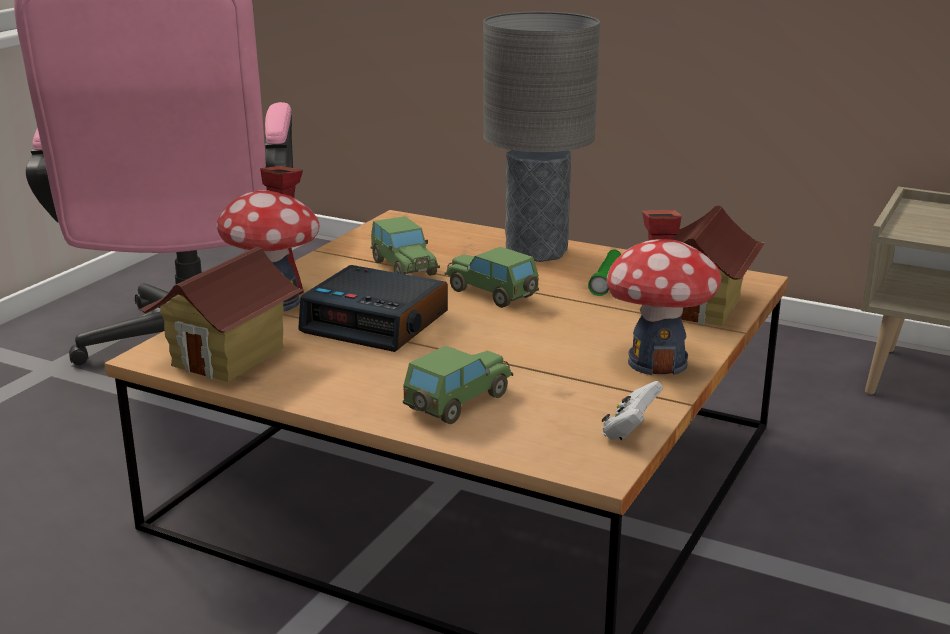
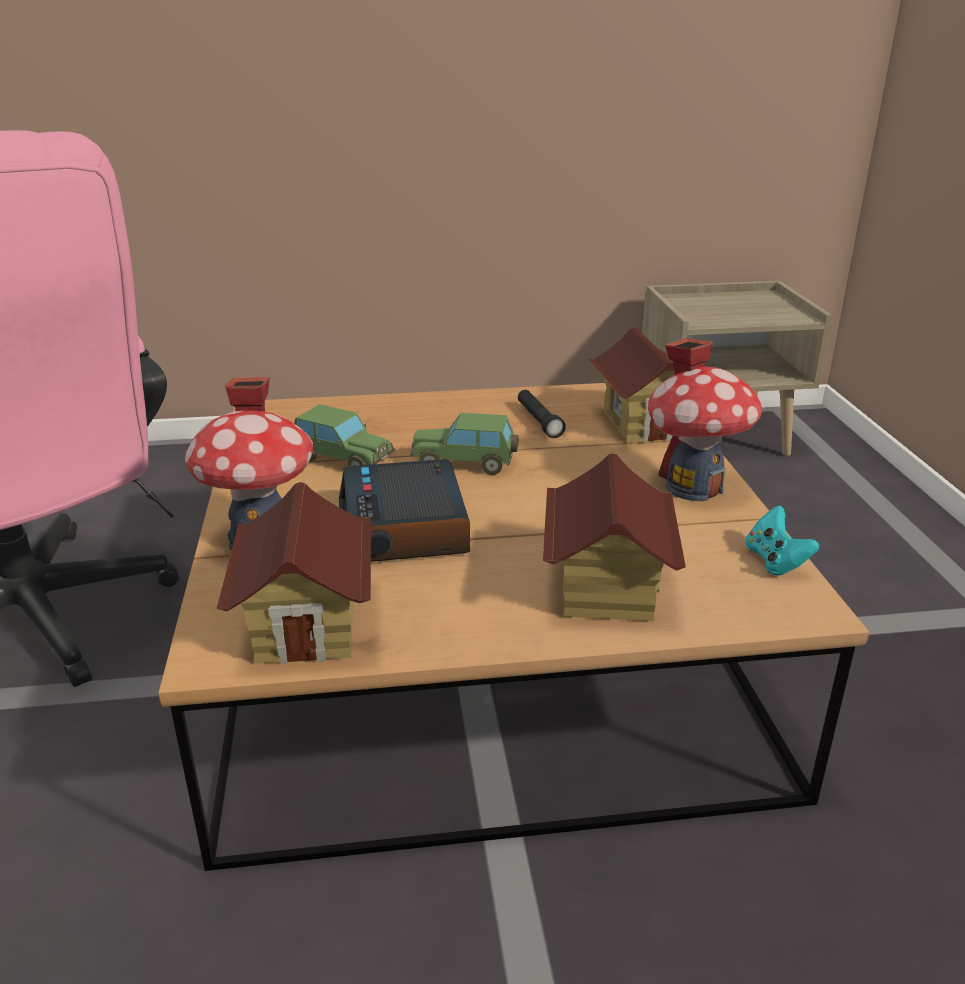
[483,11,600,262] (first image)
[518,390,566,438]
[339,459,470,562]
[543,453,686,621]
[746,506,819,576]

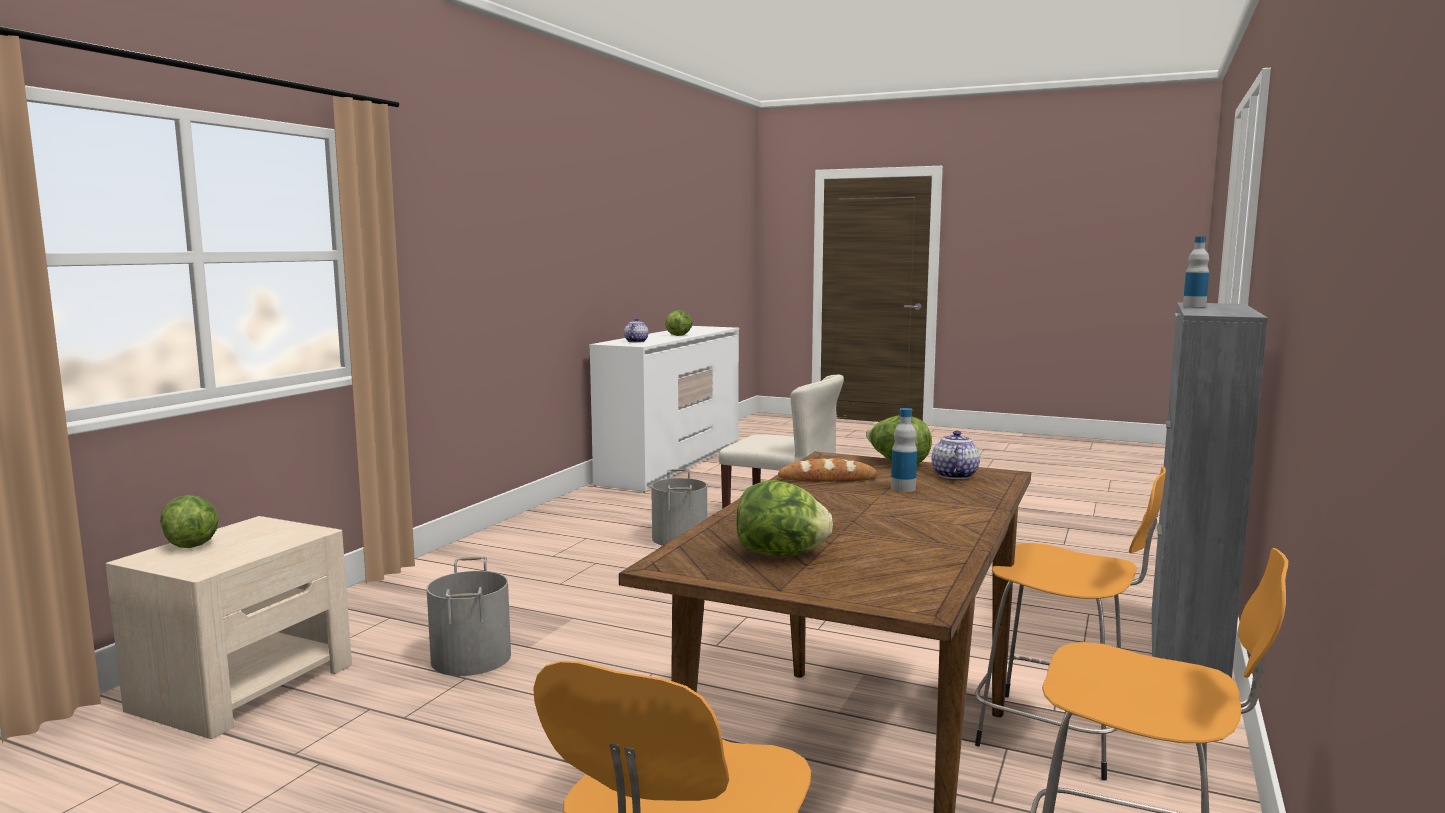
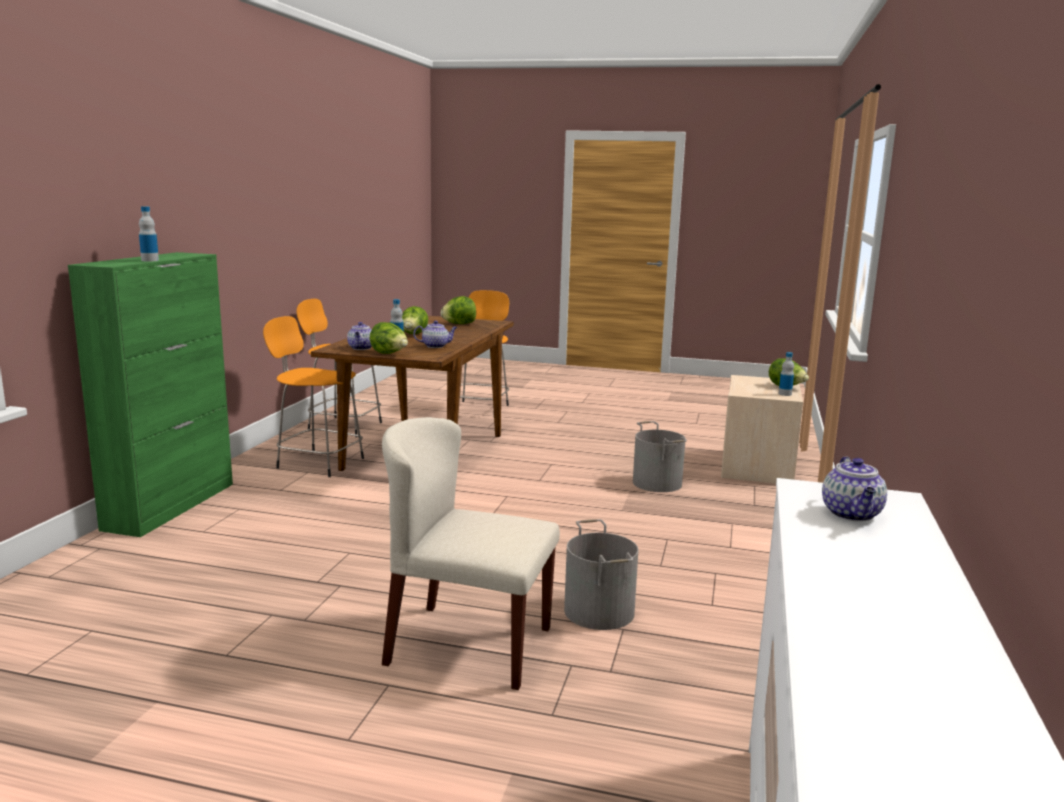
[68,252,233,537]
[402,306,428,334]
[413,321,458,348]
[779,352,794,396]

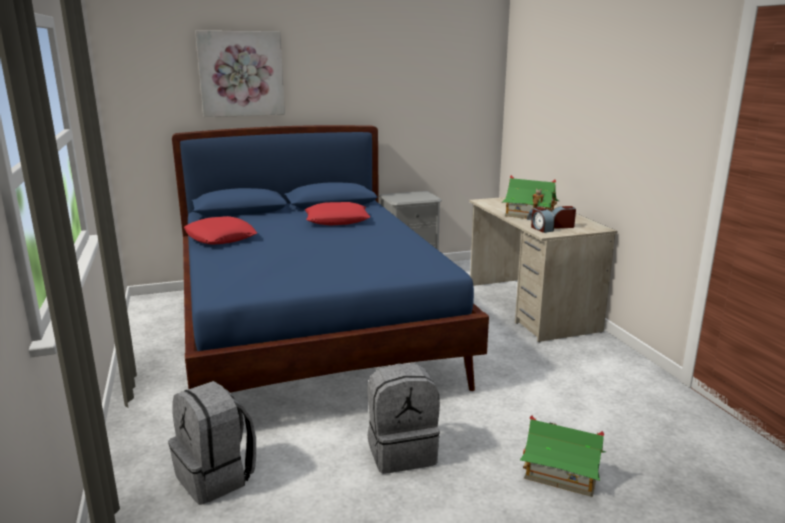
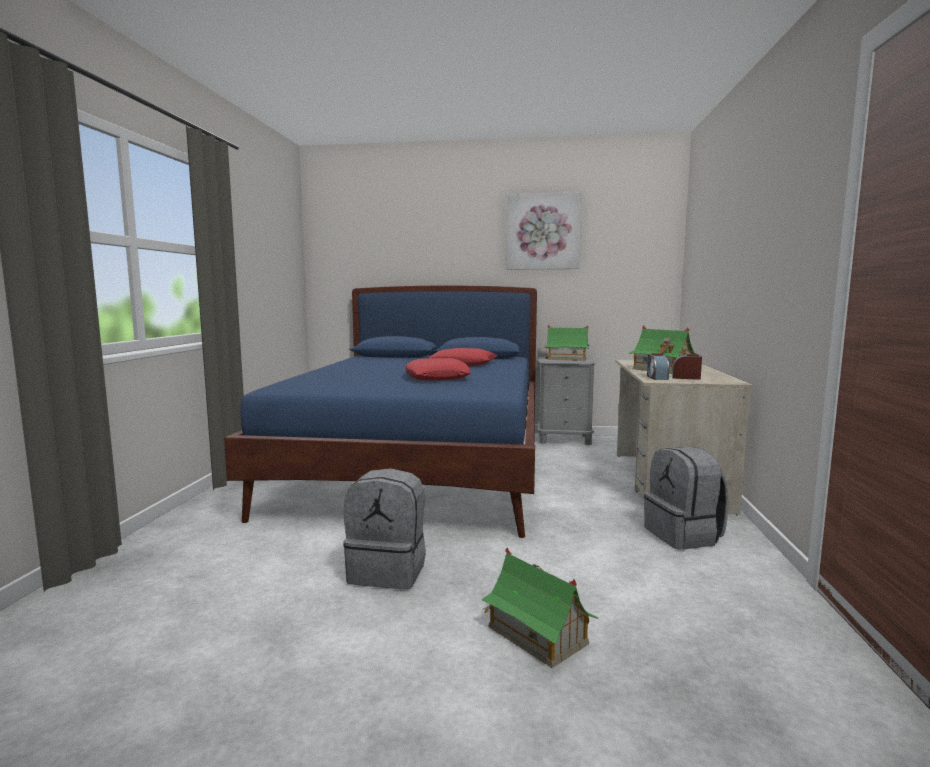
[506,192,582,269]
[406,358,471,381]
[644,447,729,550]
[545,325,590,361]

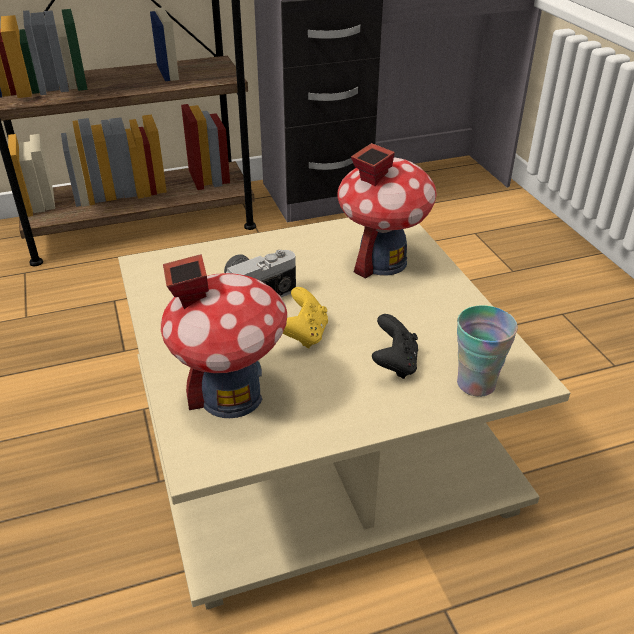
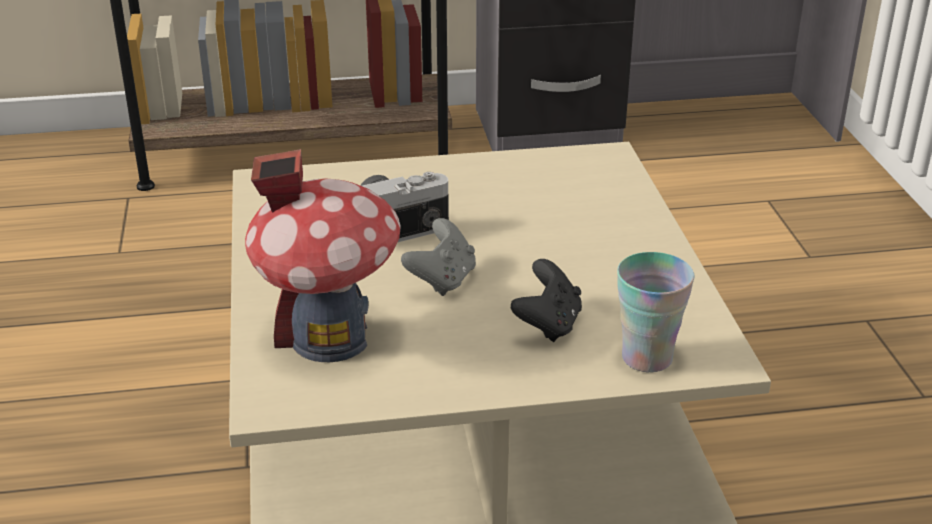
[337,143,437,279] (first image)
[401,218,476,296]

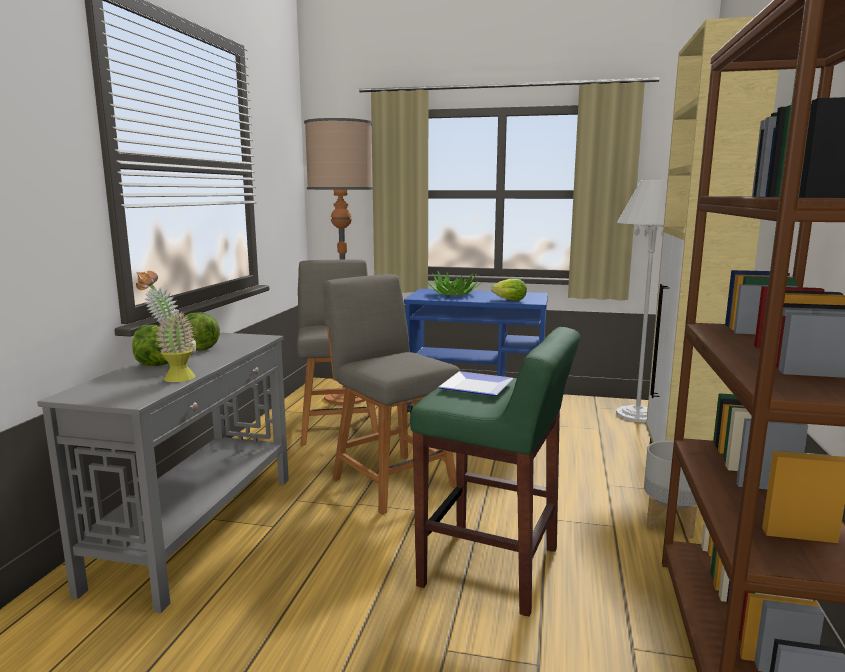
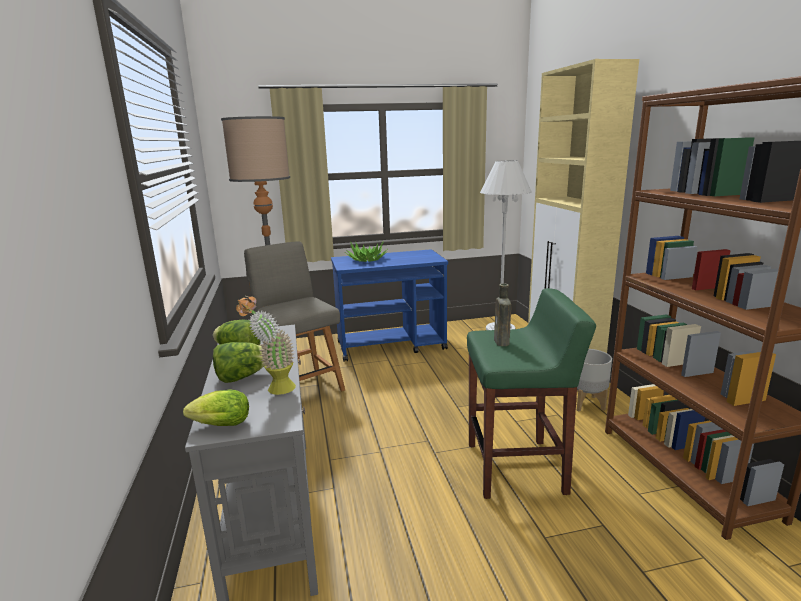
[323,274,460,515] (first image)
[183,390,249,426]
[494,283,511,346]

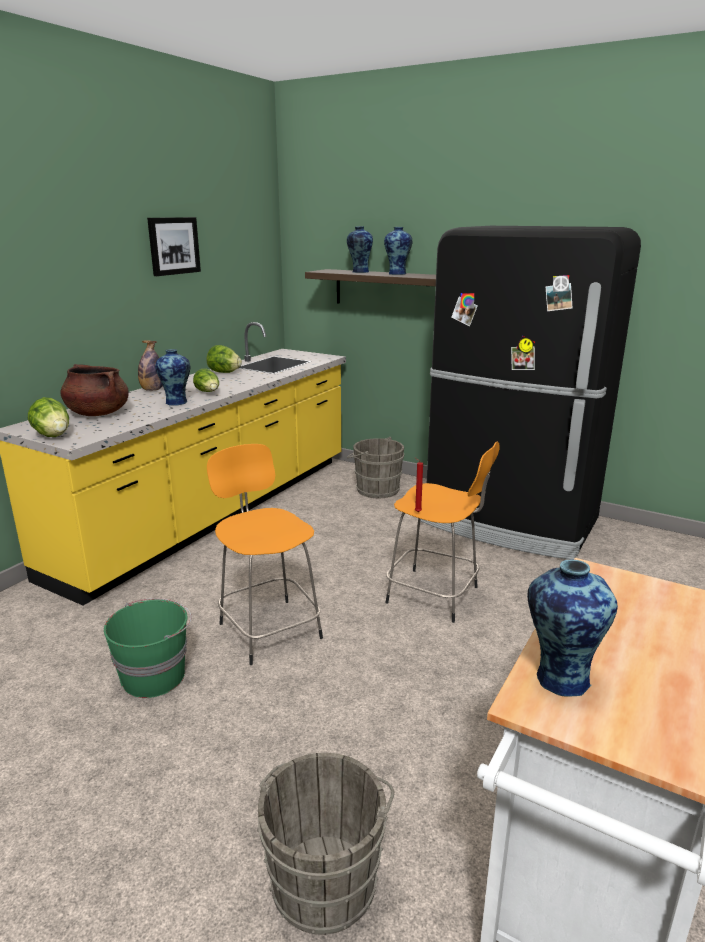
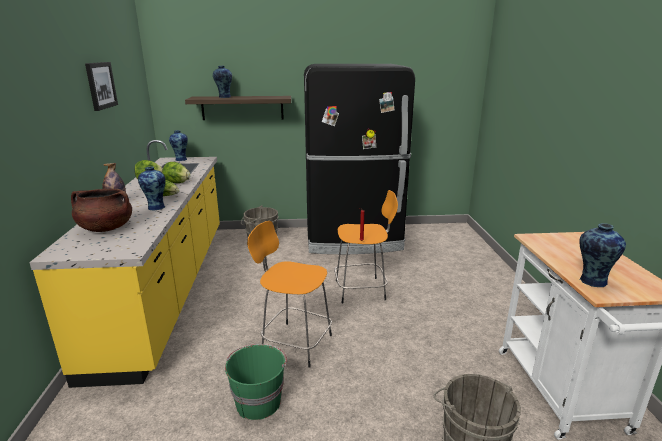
[169,130,188,161]
[162,162,191,183]

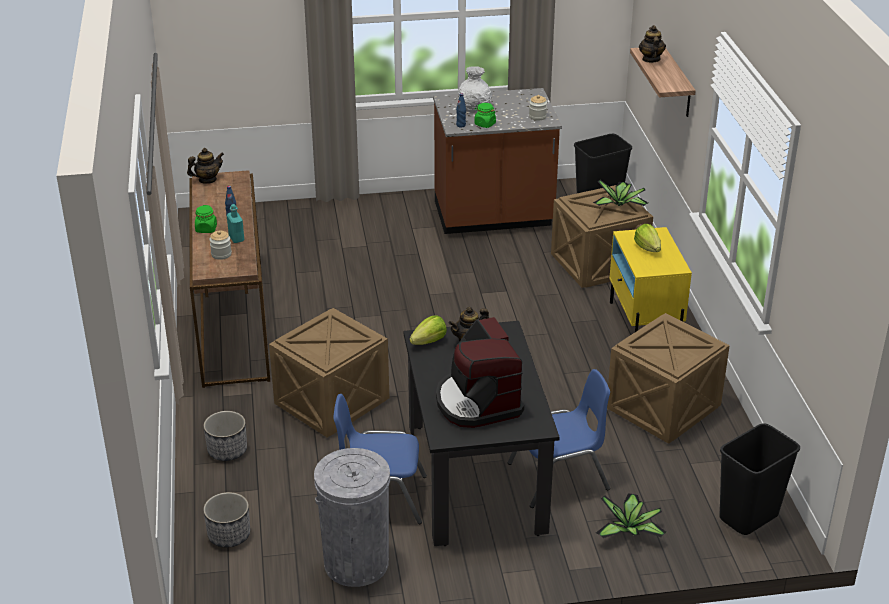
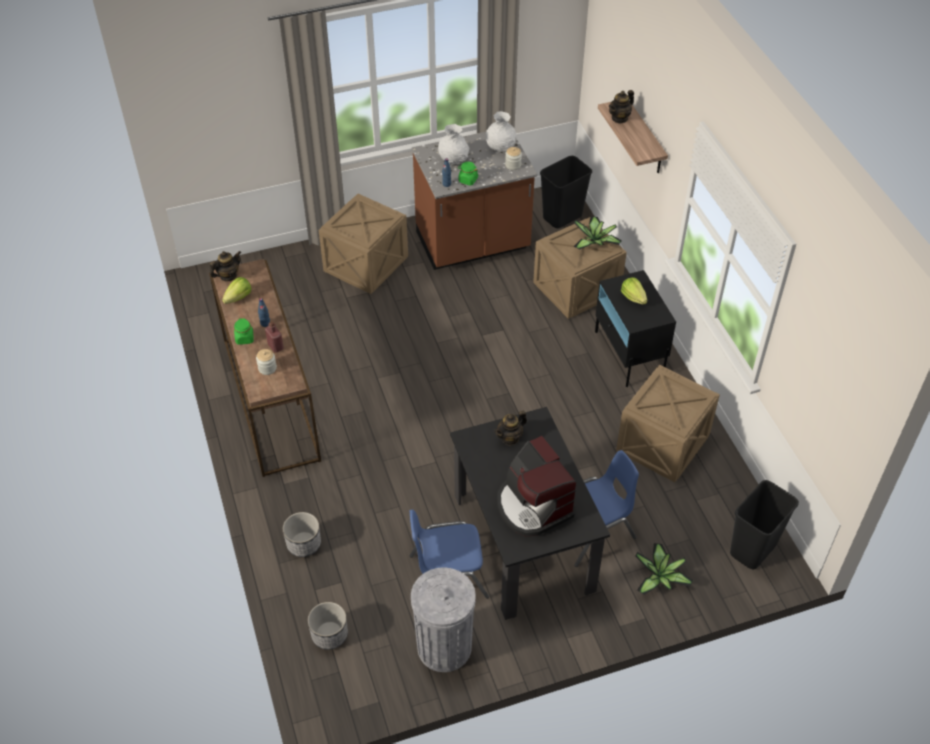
[609,90,634,124]
[265,321,284,353]
[595,270,676,387]
[318,194,408,294]
[222,277,252,304]
[486,111,516,152]

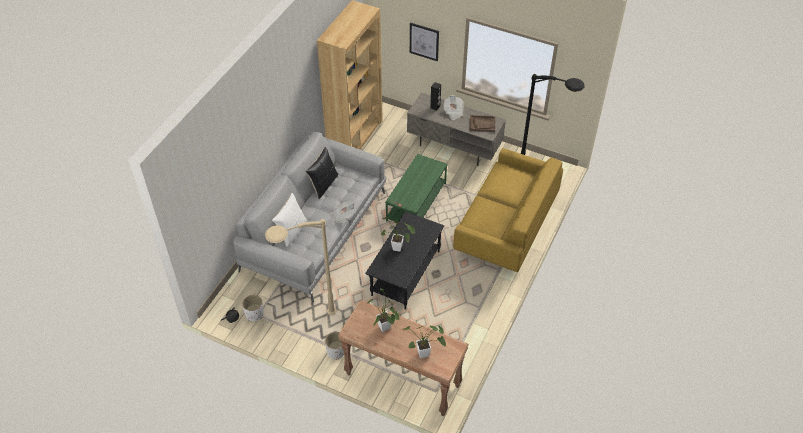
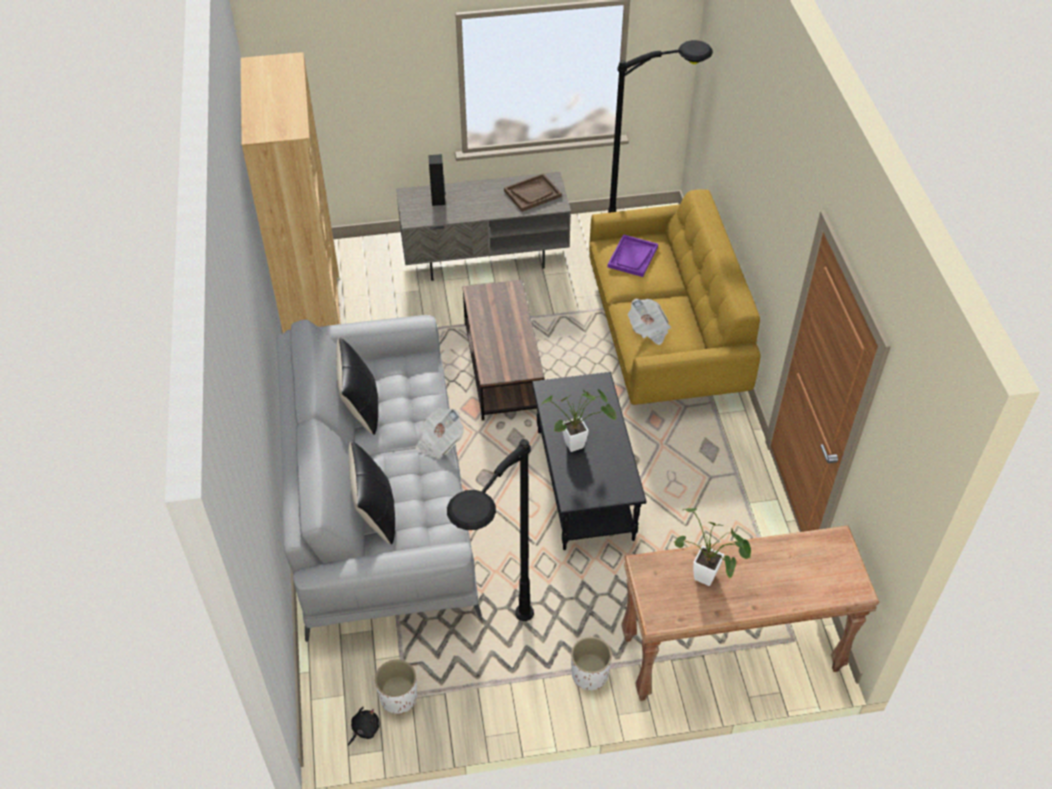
[410,22,439,61] (first image)
[628,299,671,345]
[462,280,544,421]
[348,441,395,545]
[447,439,534,621]
[404,324,446,358] (first image)
[608,234,658,277]

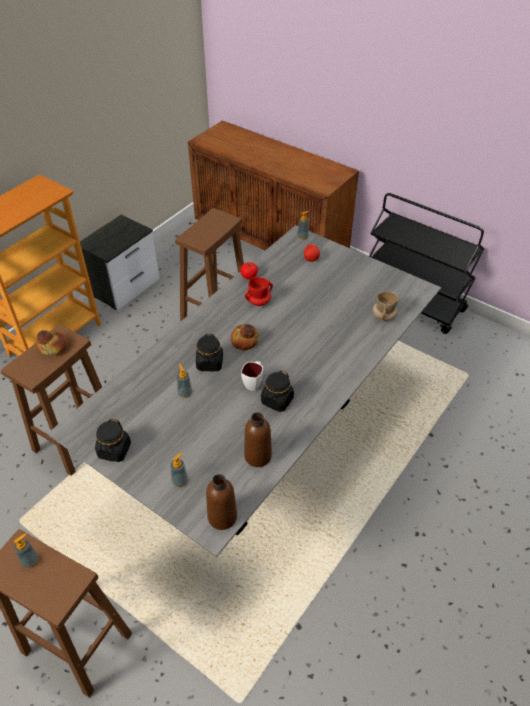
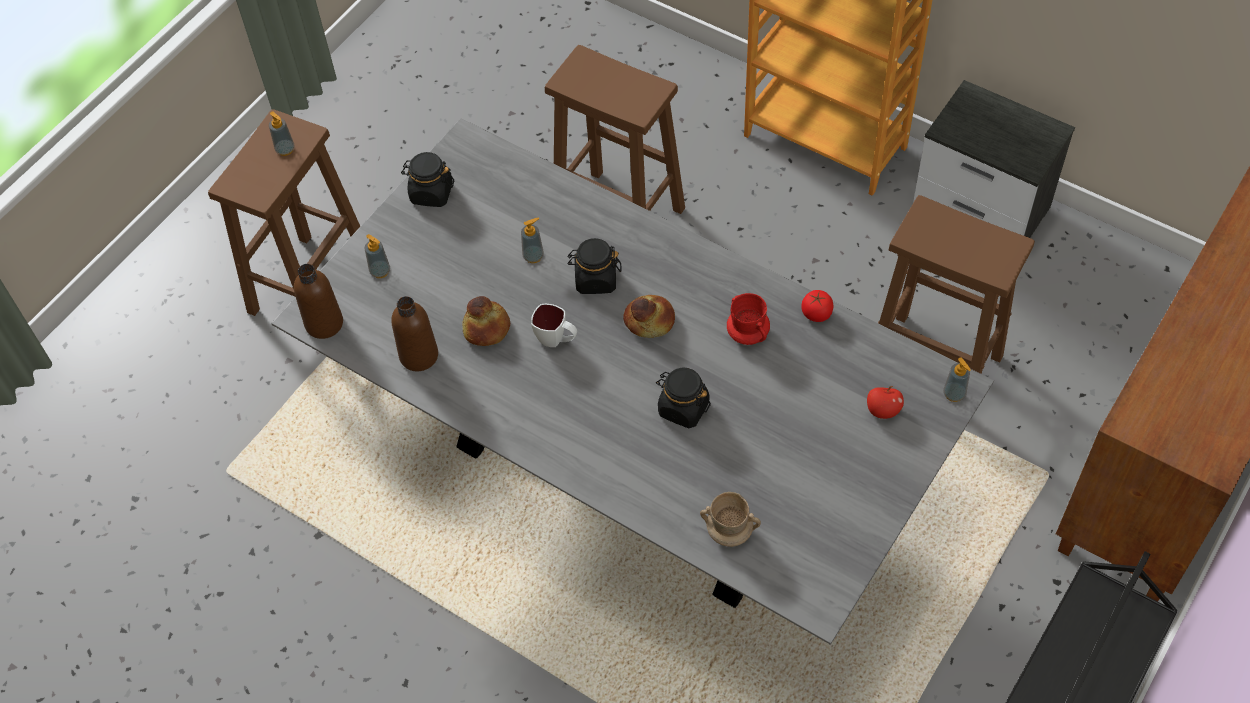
[462,296,510,346]
[656,368,711,428]

